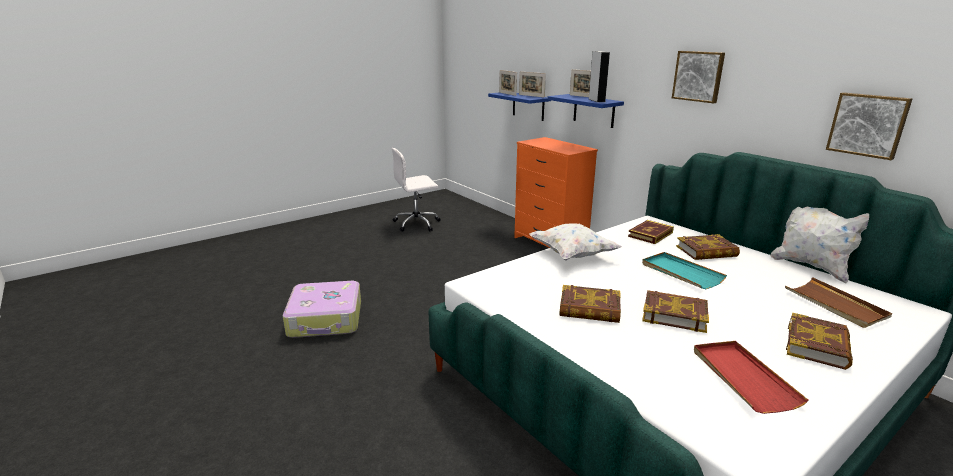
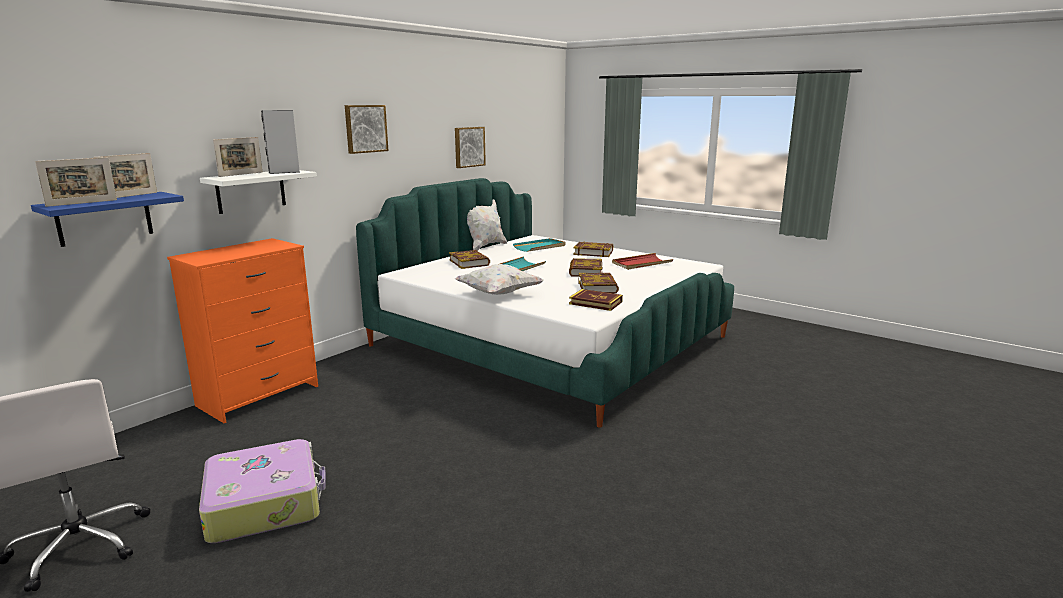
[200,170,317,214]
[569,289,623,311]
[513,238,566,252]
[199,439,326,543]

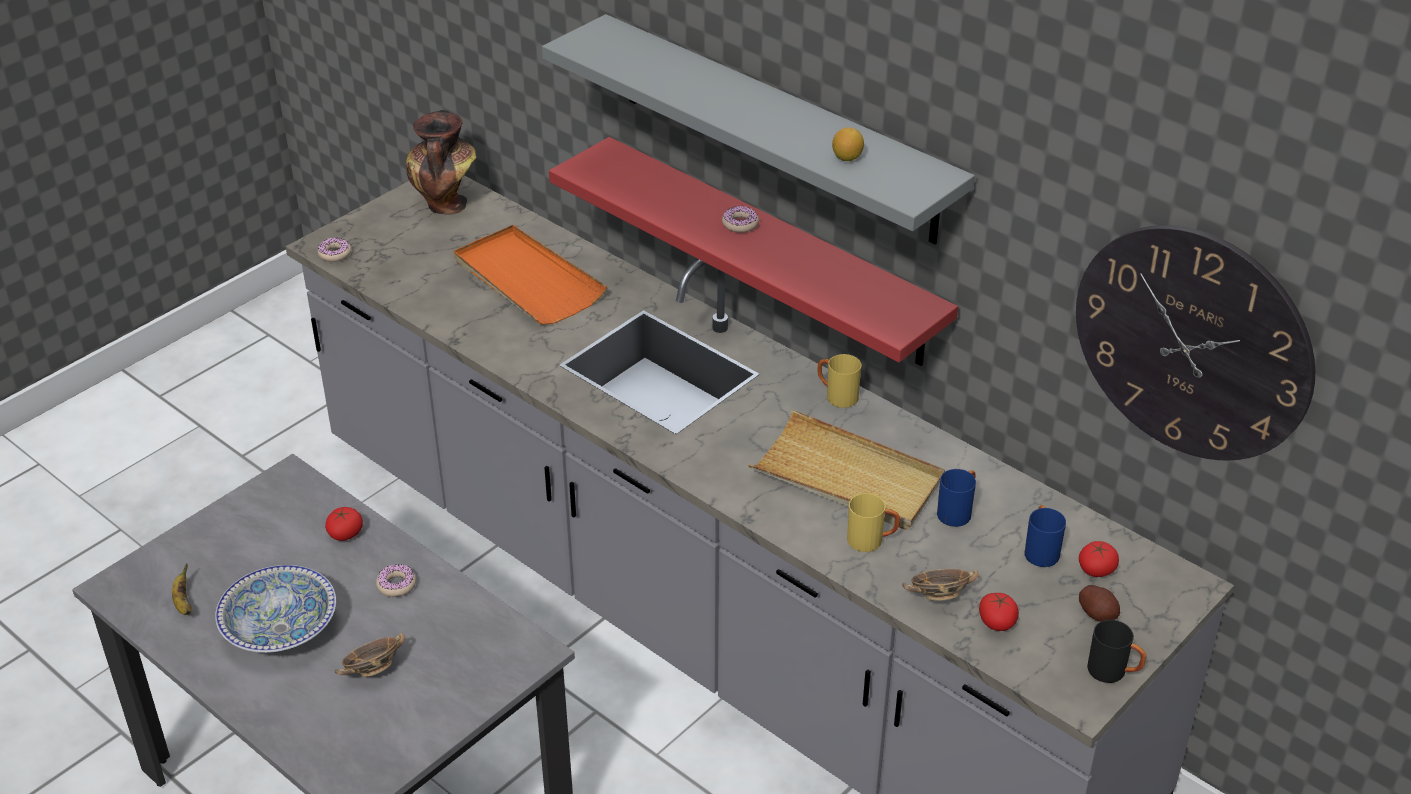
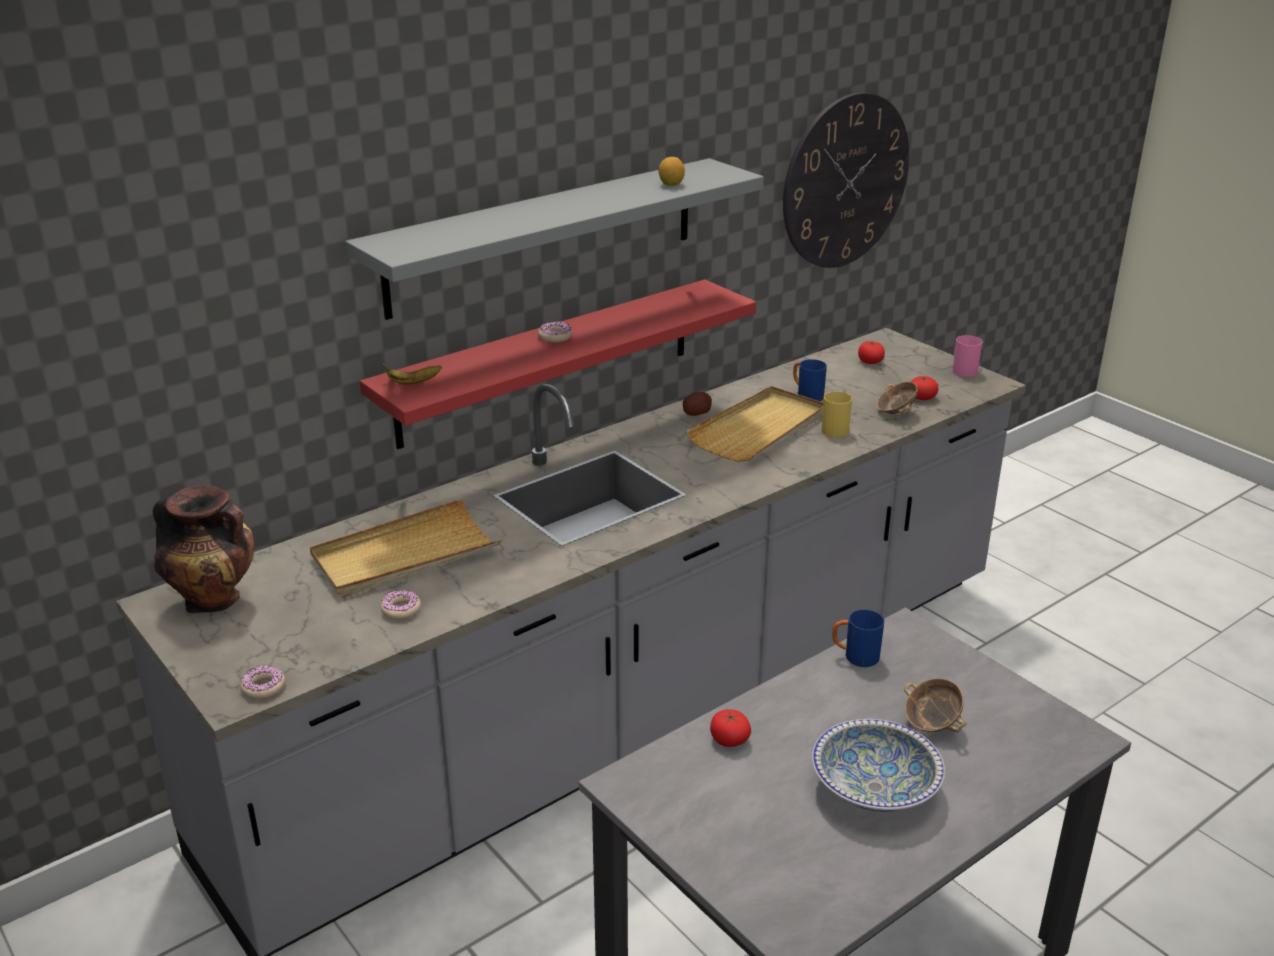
[310,499,501,598]
[817,354,862,408] (first image)
[832,610,884,667]
[381,362,442,384]
[381,590,421,620]
[683,392,712,416]
[953,335,983,377]

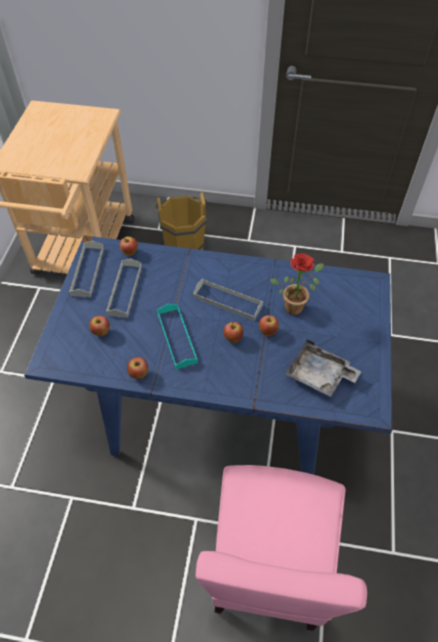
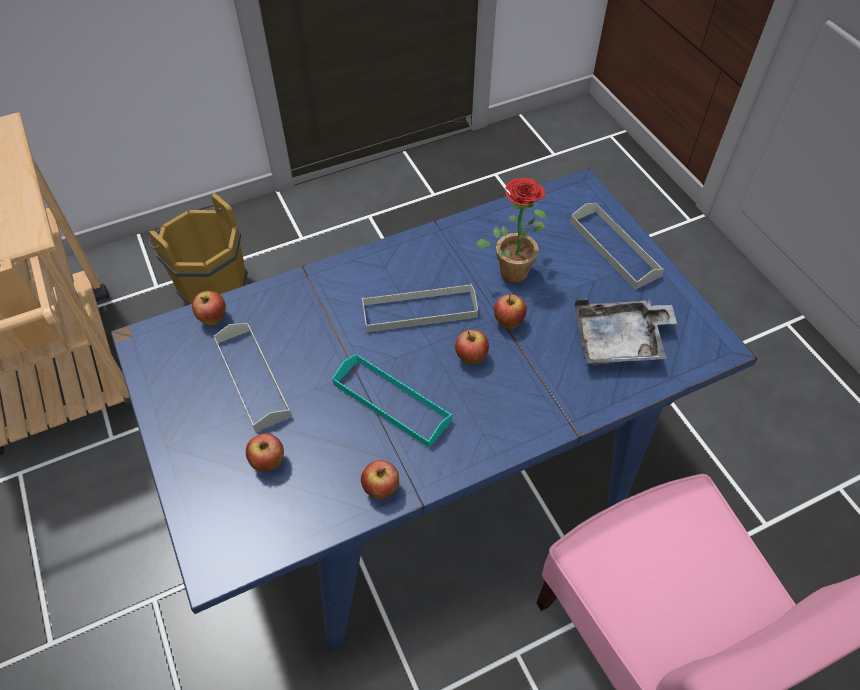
[570,203,664,290]

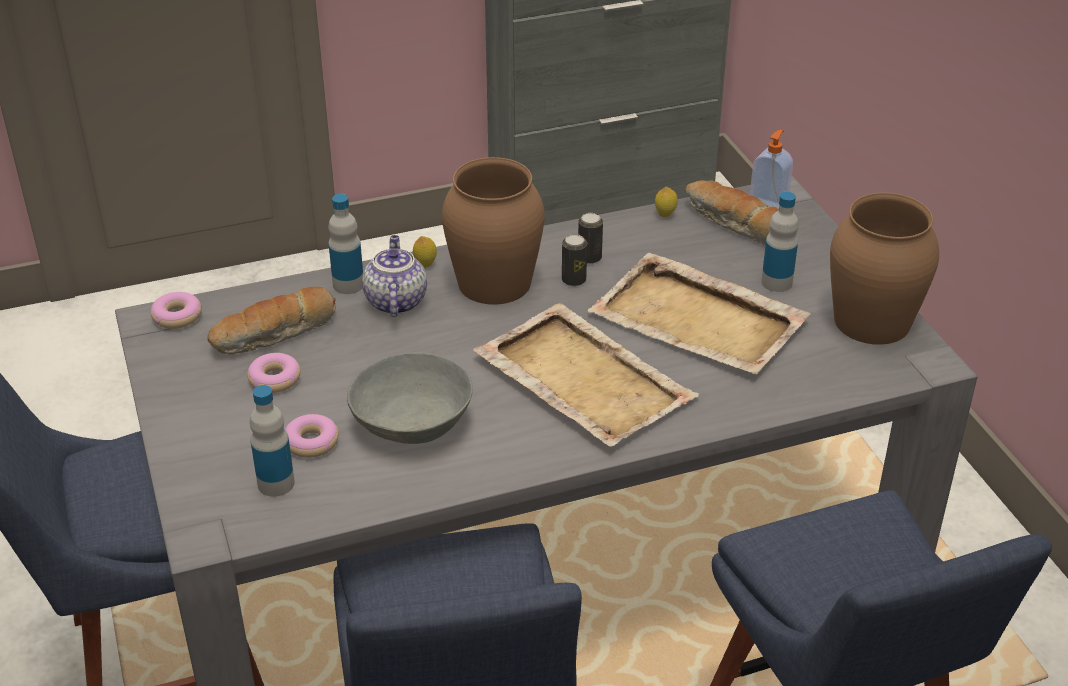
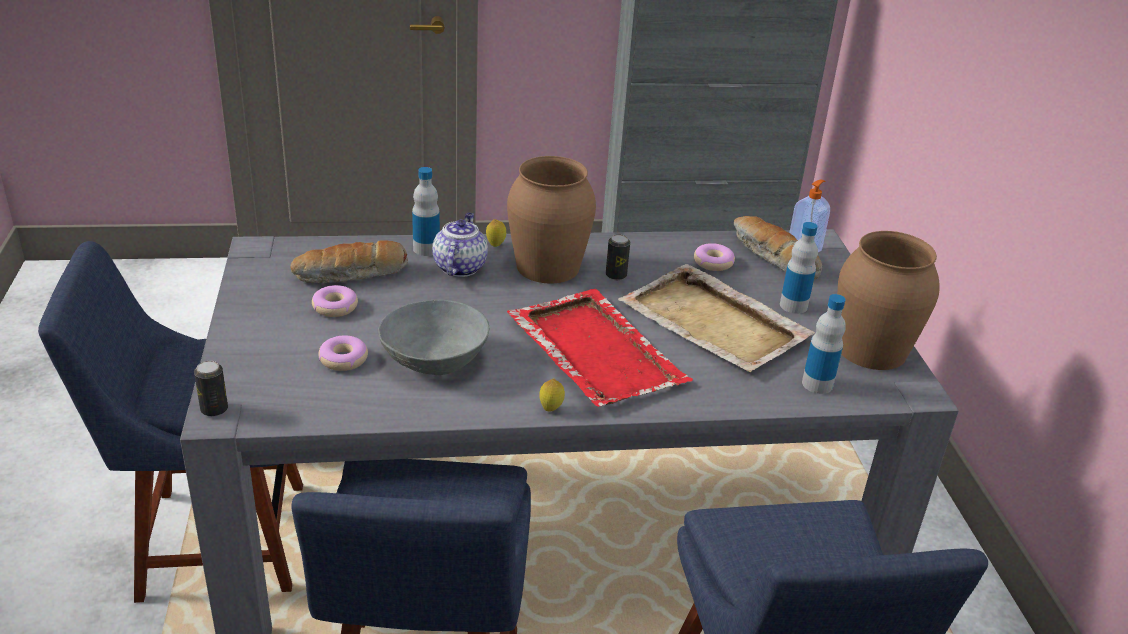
[540,379,565,411]
[194,361,228,417]
[694,243,735,271]
[507,289,693,407]
[802,294,846,394]

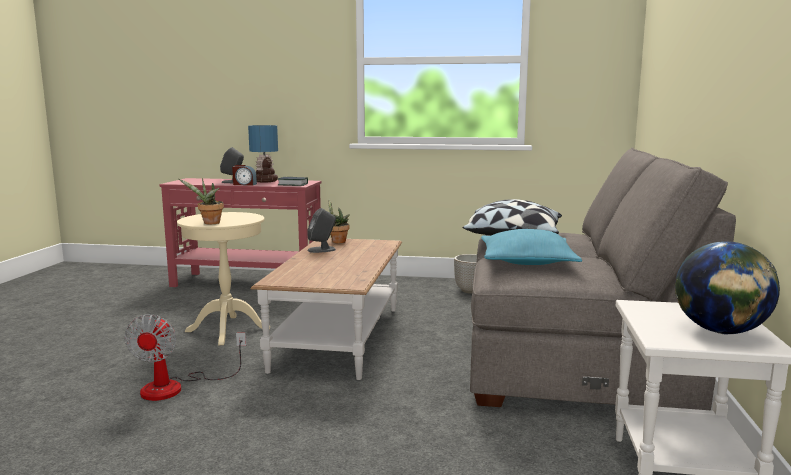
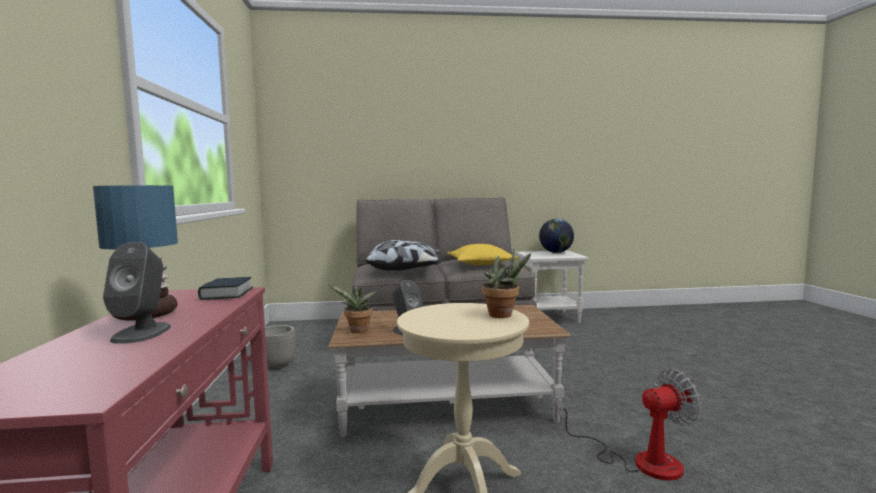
[232,165,257,186] (first image)
[447,244,518,265]

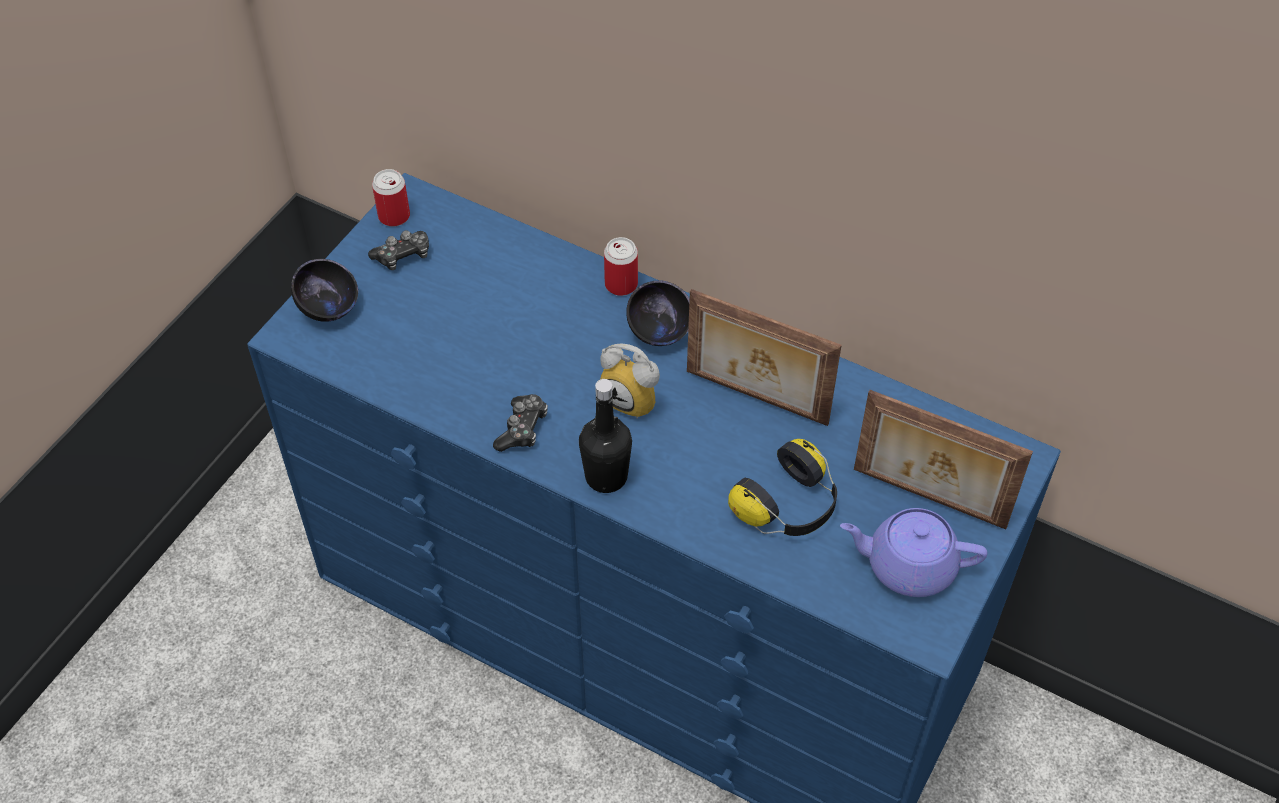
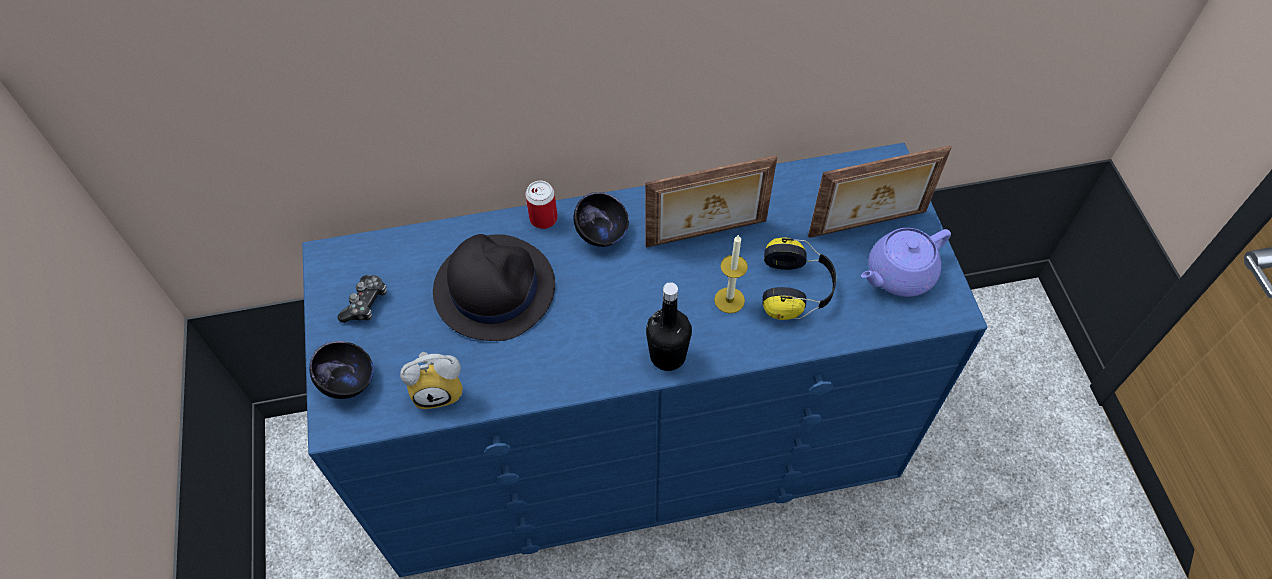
[372,169,410,227] (first image)
[400,352,463,409]
[493,394,548,452] (first image)
[433,234,555,341]
[714,234,748,313]

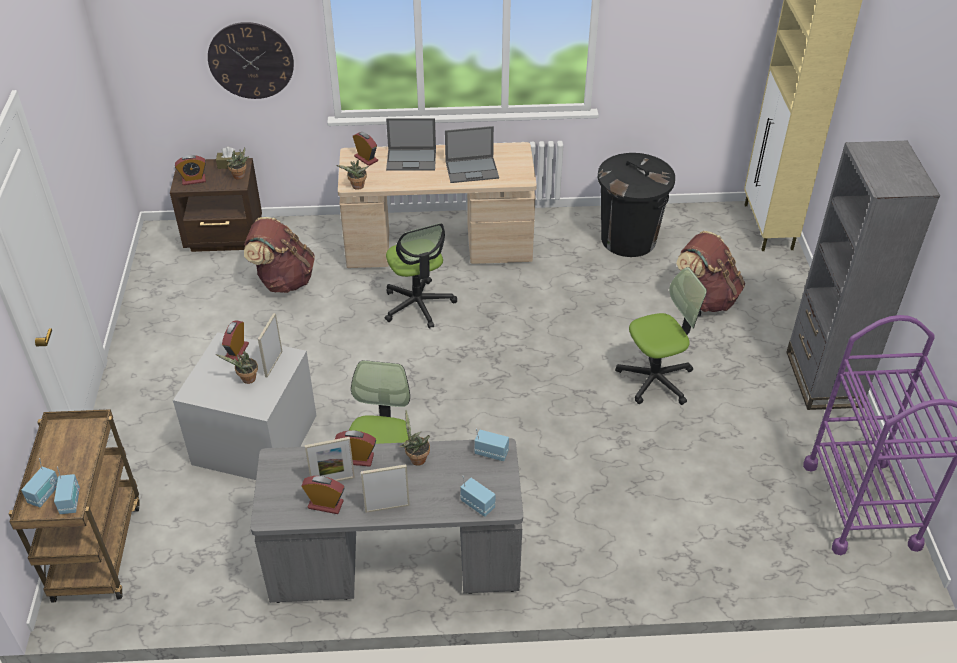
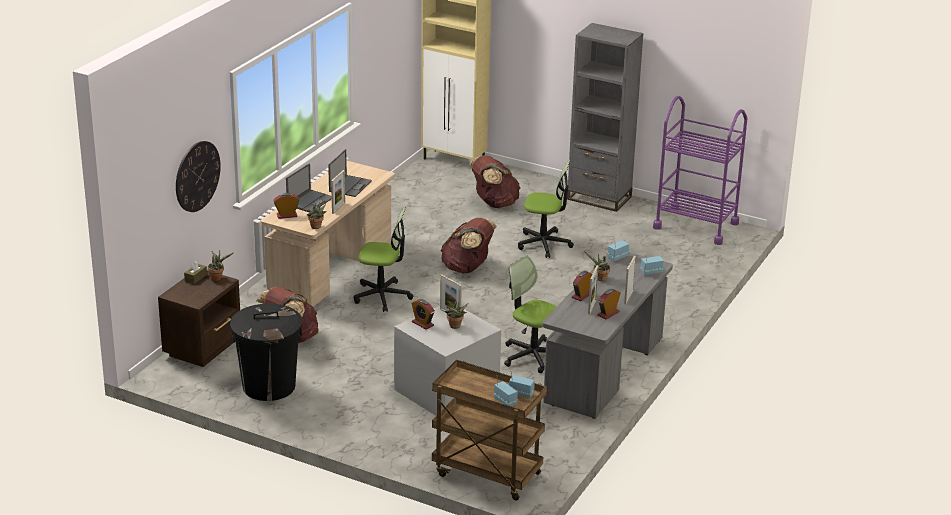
[230,304,302,401]
[175,155,206,185] (first image)
[518,160,574,258]
[331,170,345,214]
[440,218,497,273]

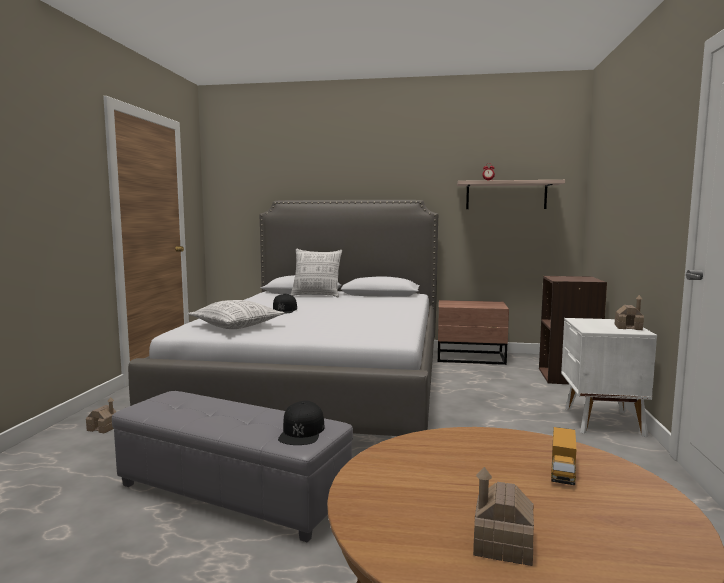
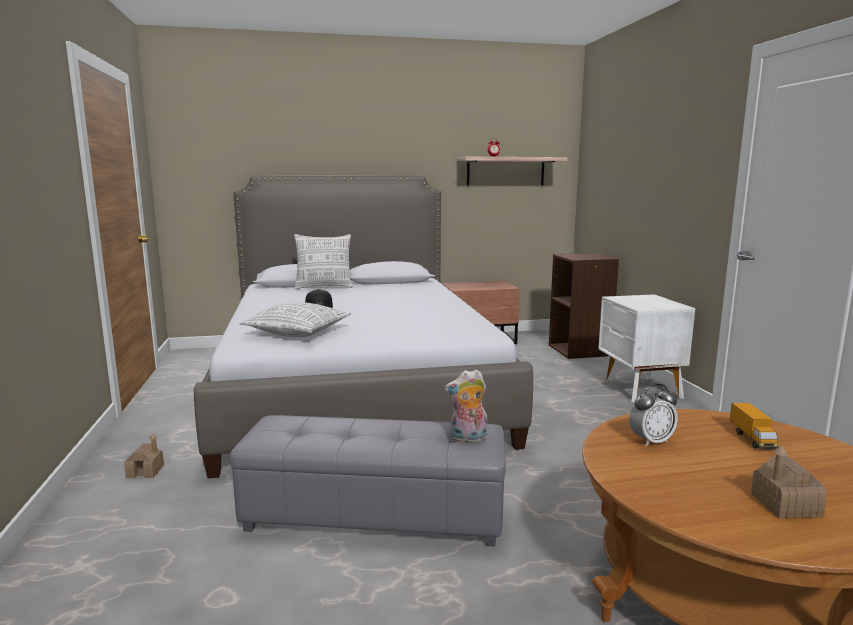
[615,295,644,330] (first image)
[445,369,487,443]
[629,384,678,447]

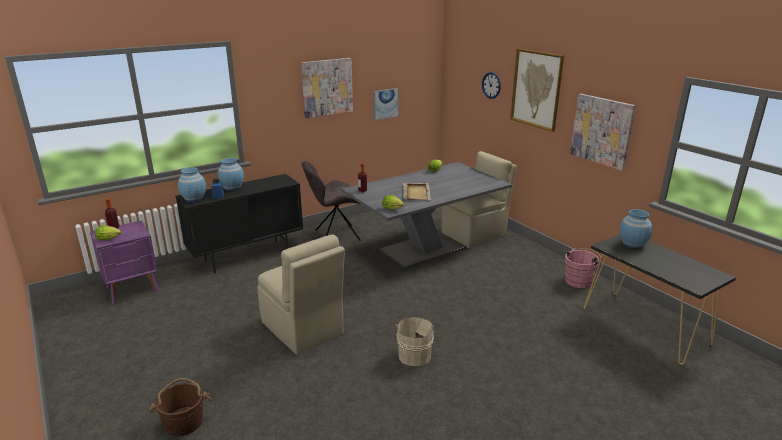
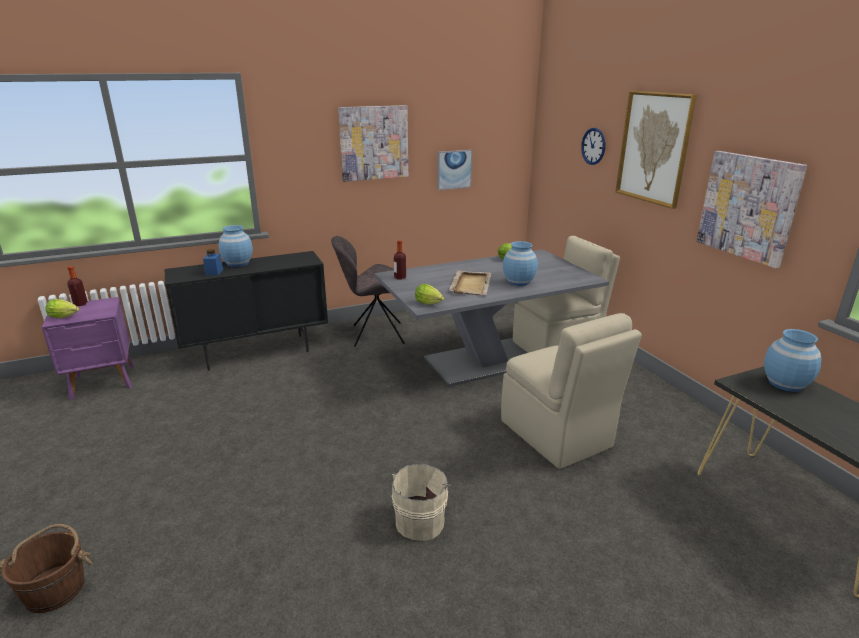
[503,241,538,286]
[501,313,642,469]
[565,248,601,288] (first image)

